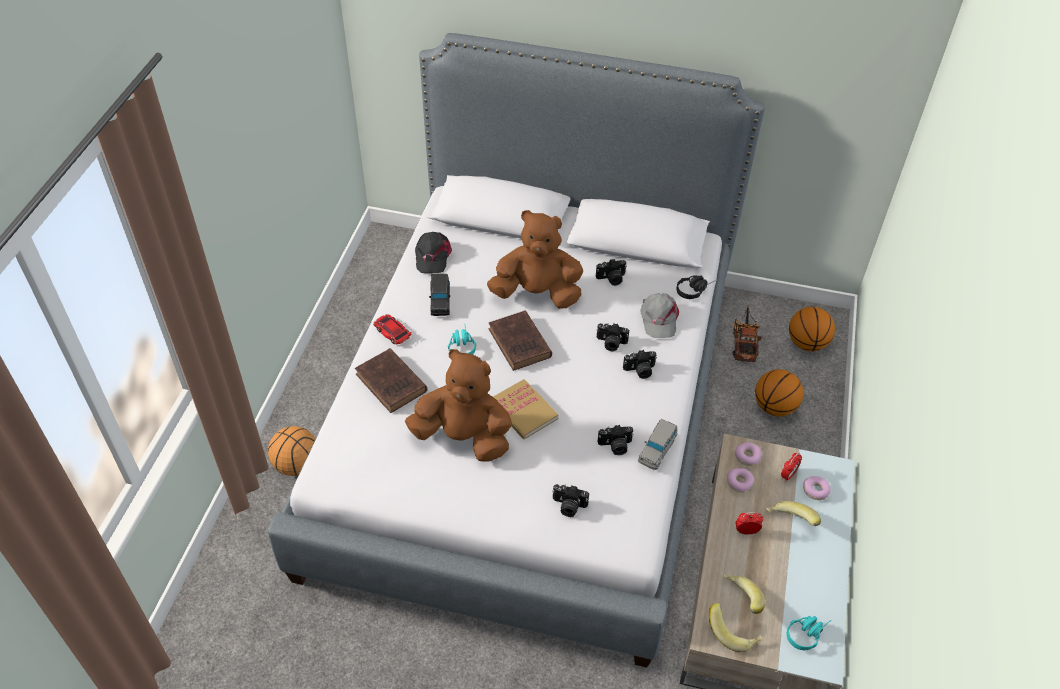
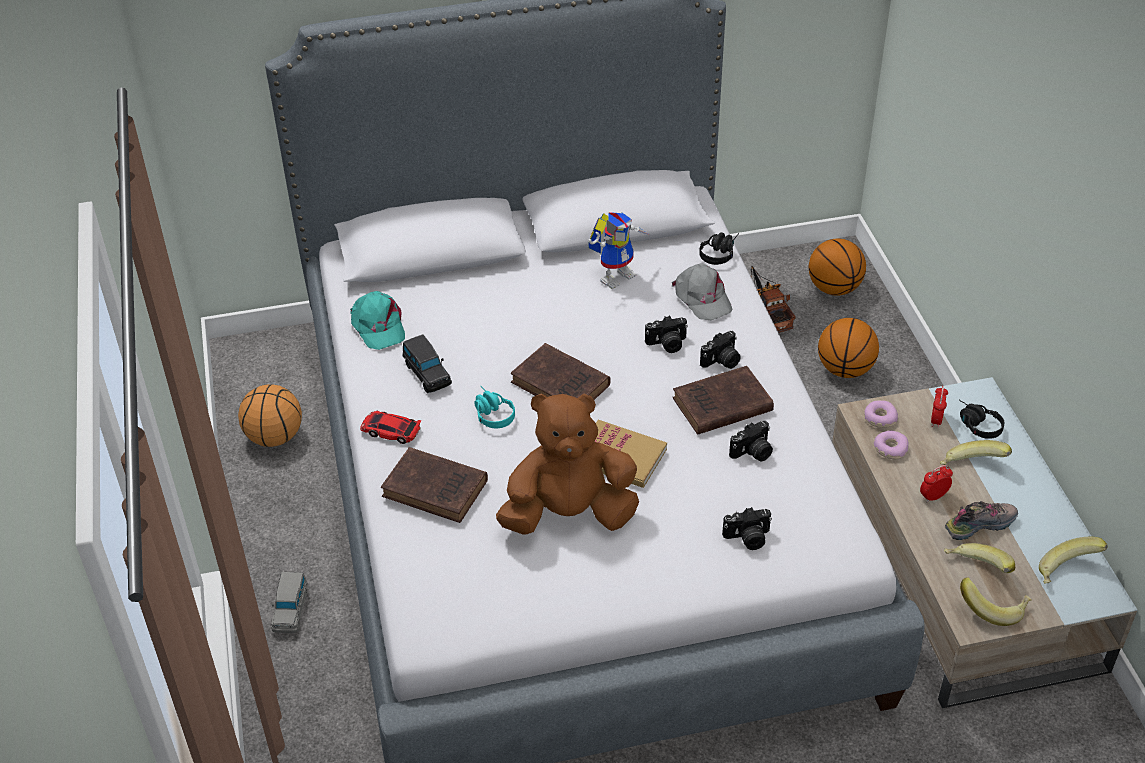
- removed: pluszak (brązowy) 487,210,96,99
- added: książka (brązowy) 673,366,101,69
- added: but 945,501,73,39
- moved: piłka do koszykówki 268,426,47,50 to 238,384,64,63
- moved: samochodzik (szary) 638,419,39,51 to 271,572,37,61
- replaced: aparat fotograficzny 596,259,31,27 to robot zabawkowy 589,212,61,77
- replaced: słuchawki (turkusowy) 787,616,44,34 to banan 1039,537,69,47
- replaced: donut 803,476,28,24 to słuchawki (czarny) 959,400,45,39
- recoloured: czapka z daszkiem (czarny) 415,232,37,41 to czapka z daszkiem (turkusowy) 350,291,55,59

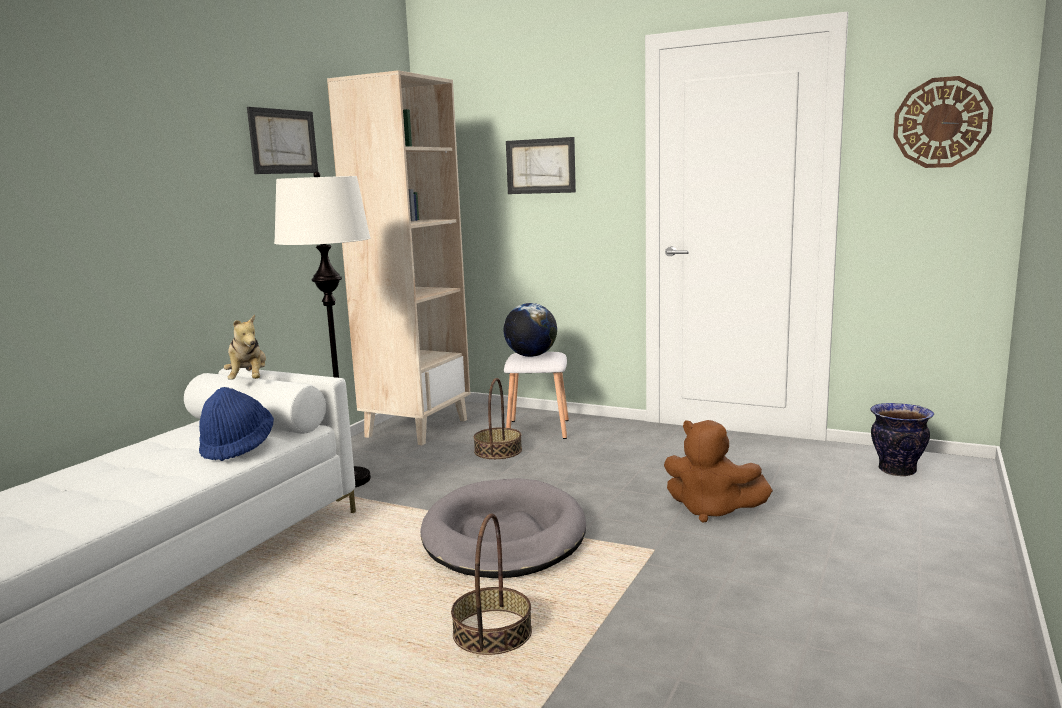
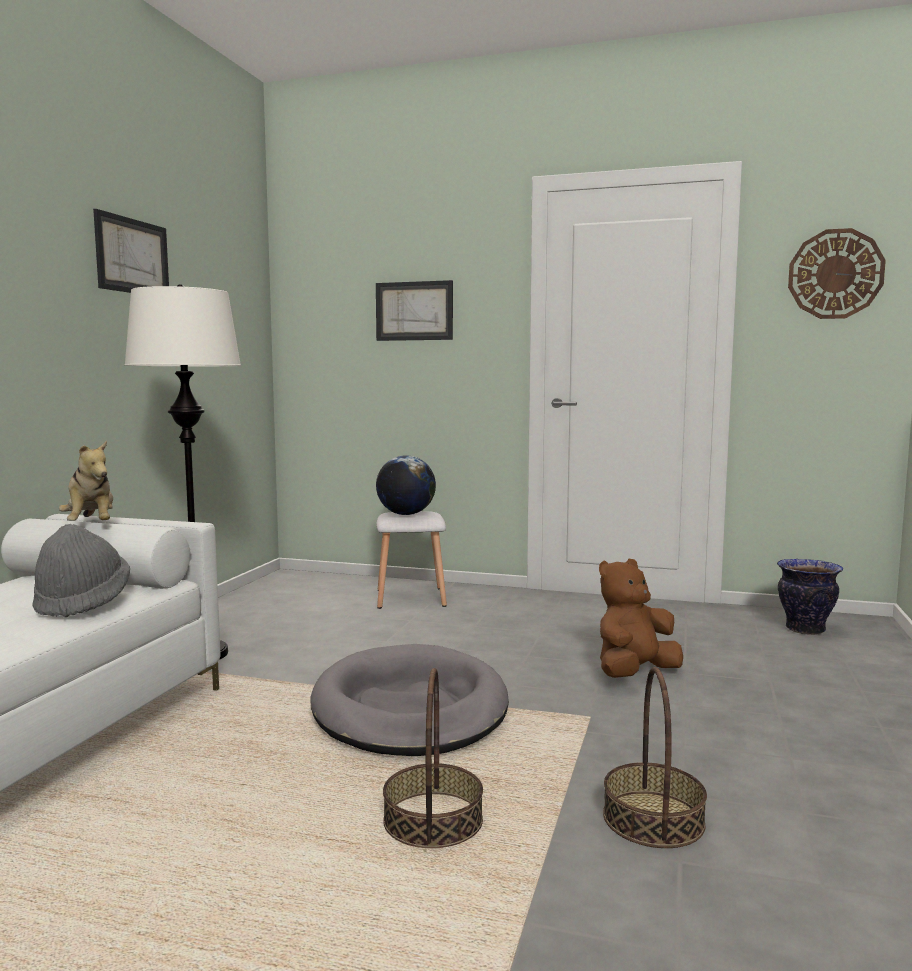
- removed: regał (beżowy) 327,70,143,375
- moved: koszyk 474,378,48,81 to 603,667,104,181
- recoloured: kapelusz (niebieski) 199,387,75,74 to kapelusz (szary) 32,524,98,94
- turned: pluszak (brązowy) 664,420,109,103 = 599,559,84,119 120 degrees clockwise

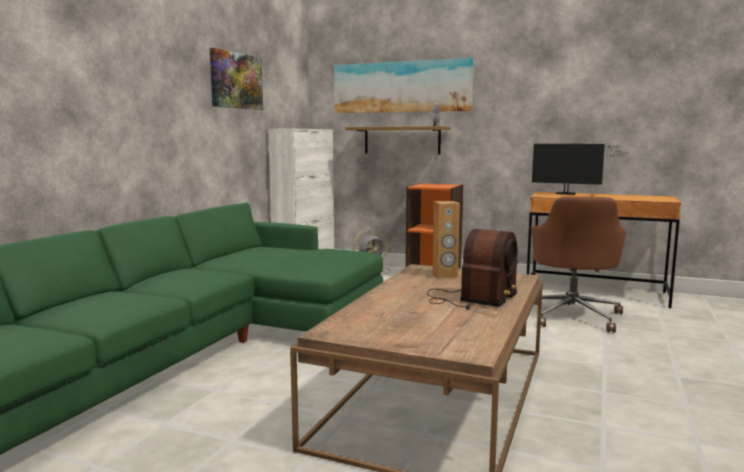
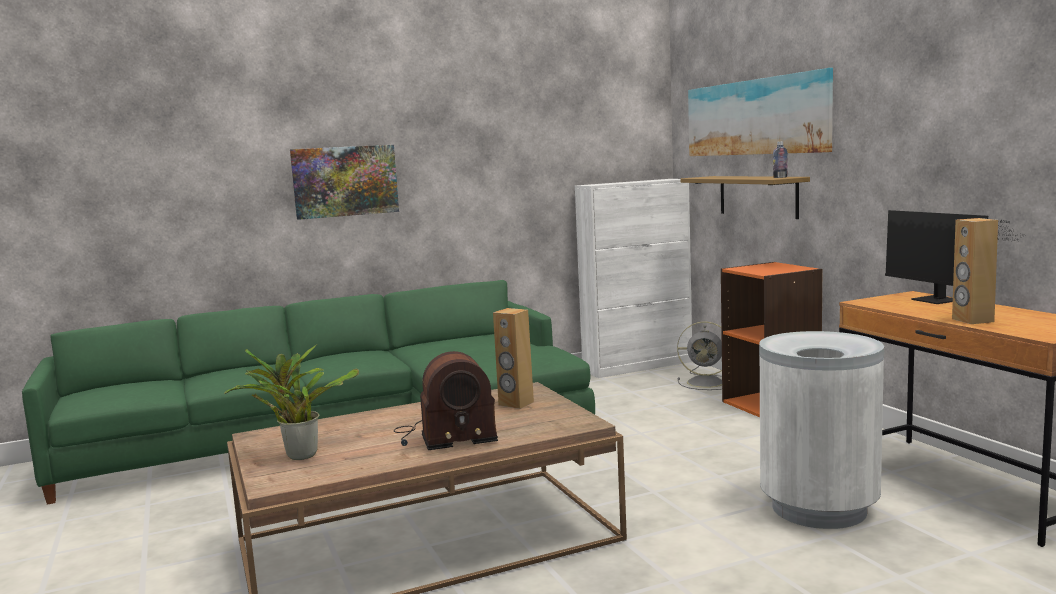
- added: roślina doniczkowa 224,345,135,115
- added: głośnik (brązowy) 952,218,46,106
- moved: obraz 210,48,53,62 to 290,145,109,75
- replaced: krzesło biurowe (brązowy) 530,196,96,137 to kosz na śmieci (biały) 759,331,125,198

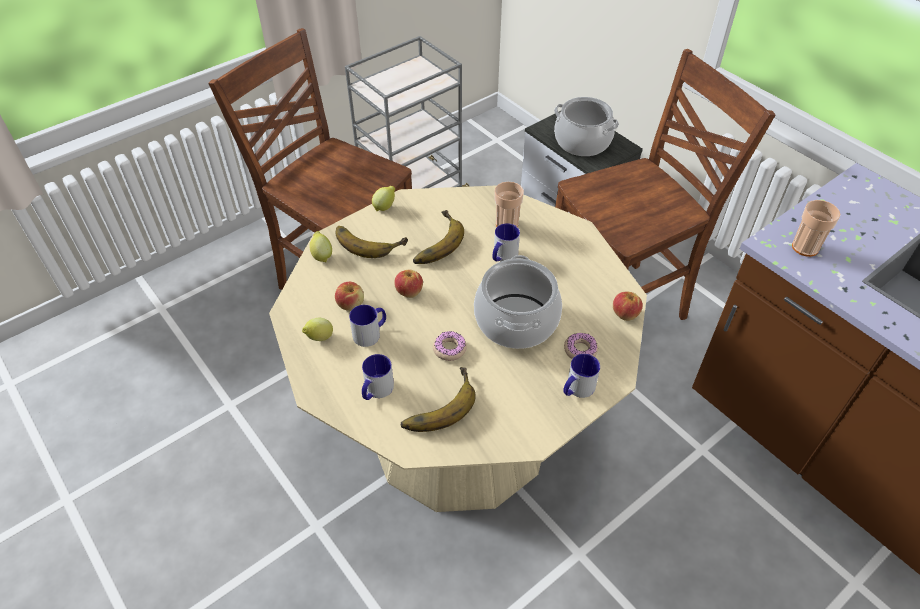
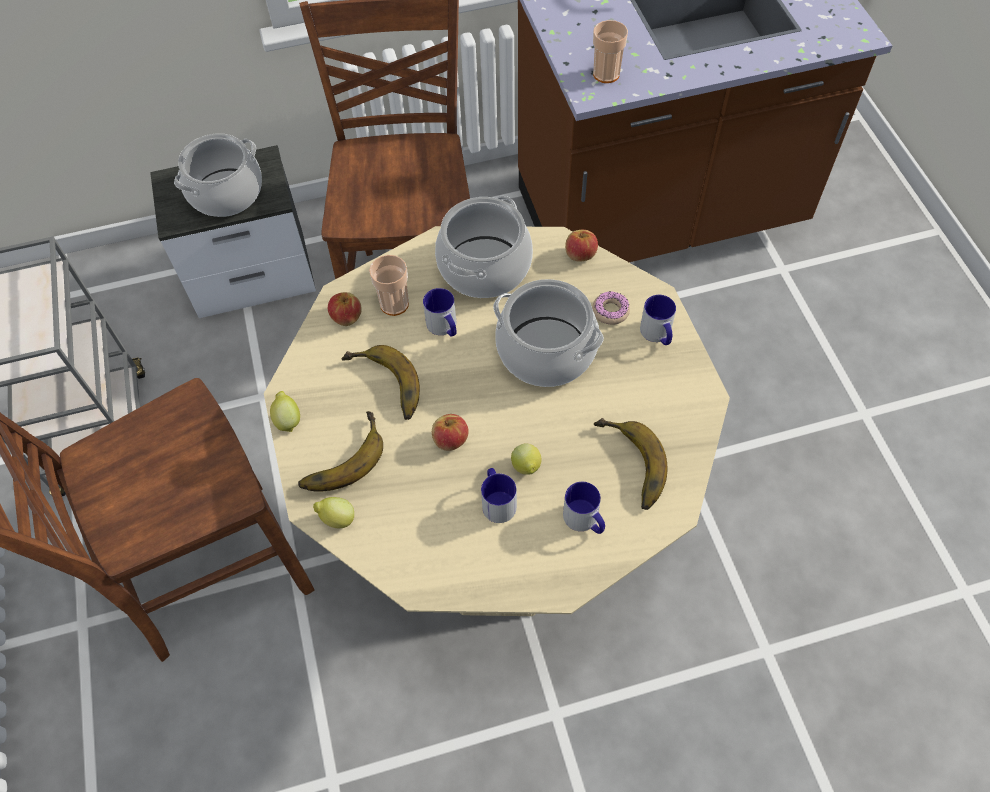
- removed: donut 433,331,34,30
- added: garnek 435,196,98,102
- moved: cytryna 302,318,31,23 to 511,443,31,32
- moved: jabłko 335,282,29,29 to 328,292,34,34

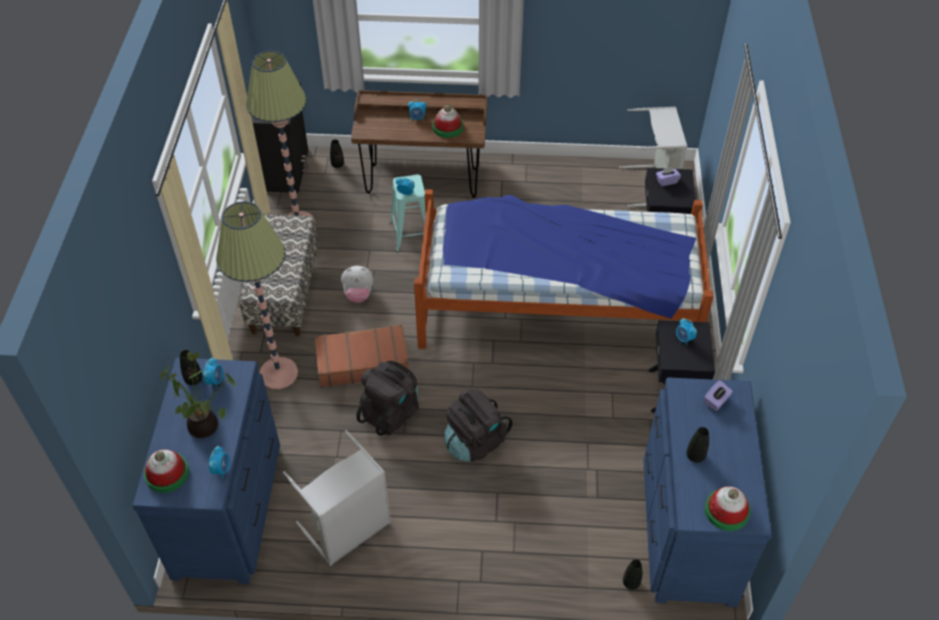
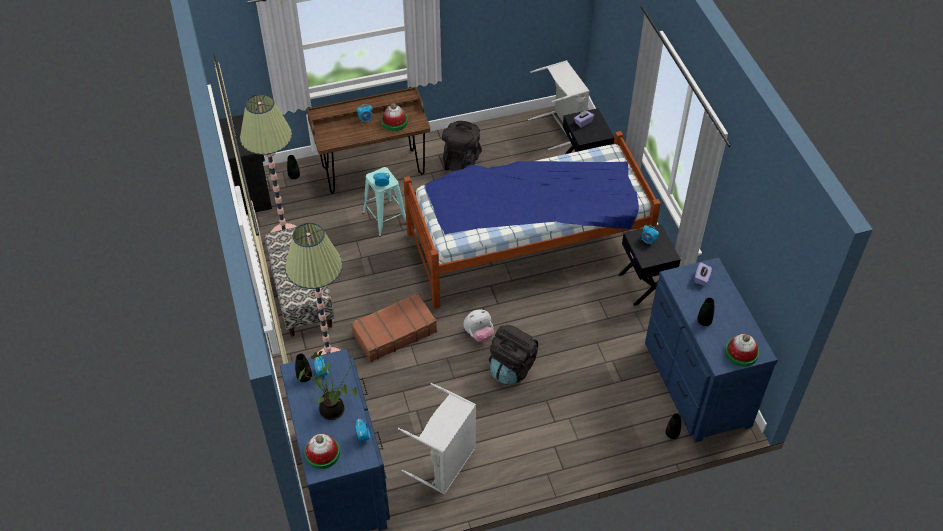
- moved: pluszak 341,266,33,37 to 463,310,31,32
- moved: plecak (czarny) 357,361,62,75 to 442,121,40,50

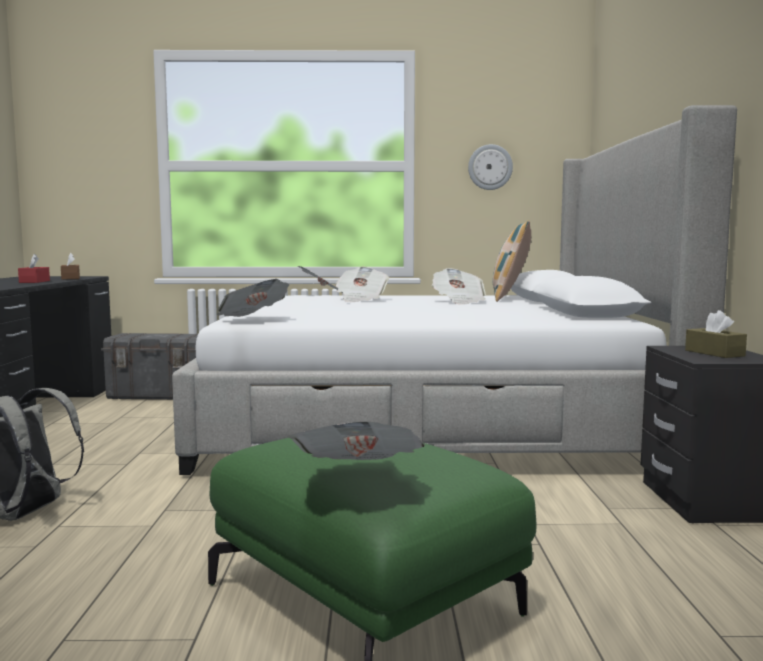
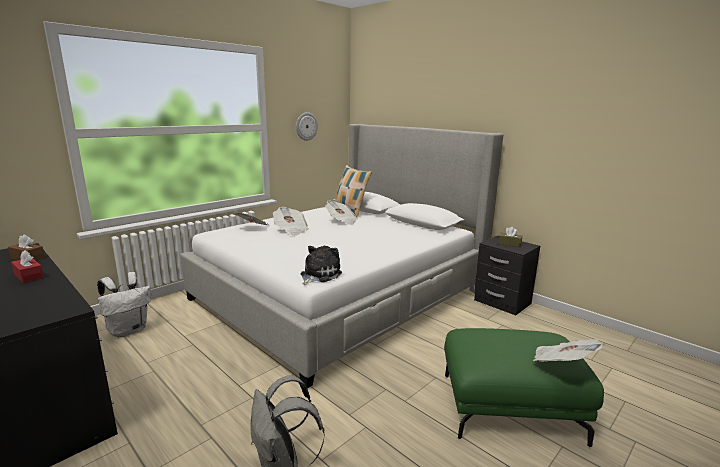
- replaced: pojemnik do przechowywania (szary) 101,333,97,67 to plecak (biały) 97,272,54,65
- replaced: gazeta 216,279,73,38 to pluszak 301,246,41,39

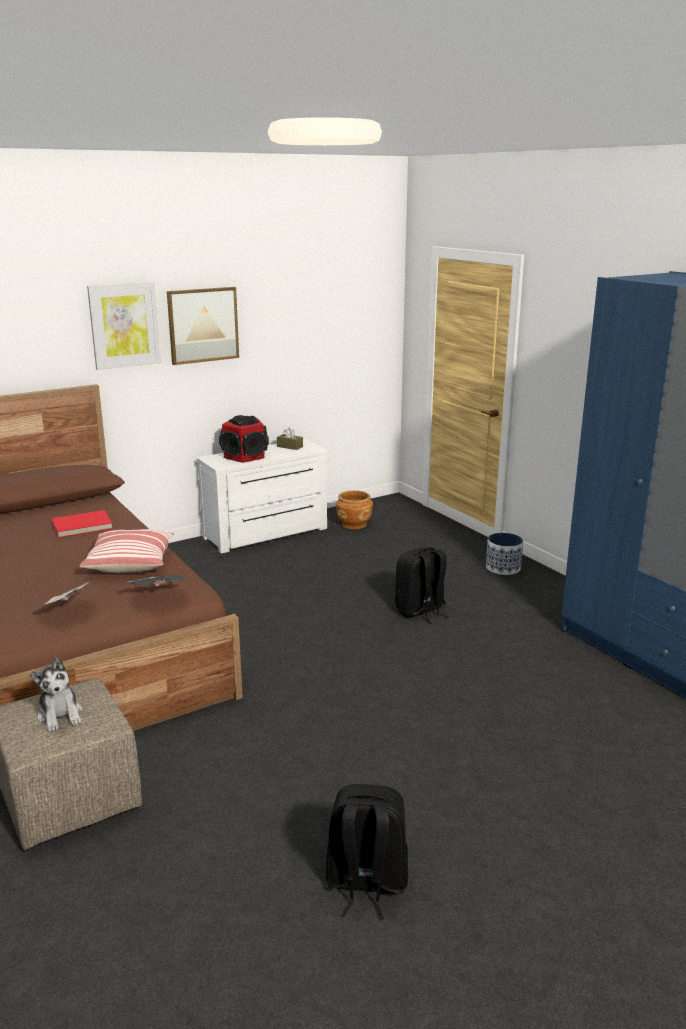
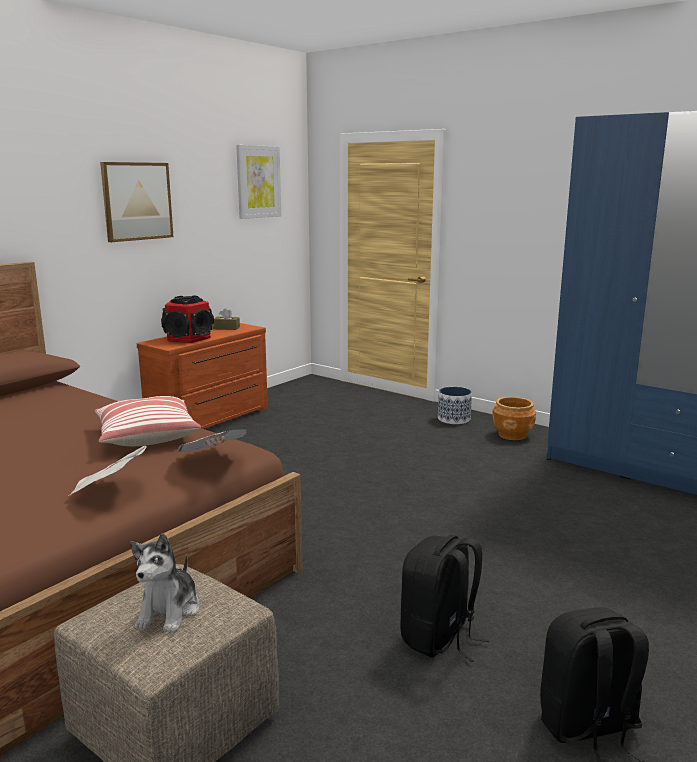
- removed: książka (czerwony) 52,510,61,28
- moved: obraz 87,282,74,88 to 236,145,45,74
- moved: donica (brązowy) 336,490,37,39 to 492,397,44,43
- moved: plecak (czarny) 395,547,54,77 to 401,535,88,127
- recoloured: komoda (biały) 197,439,130,114 to komoda (brązowy) 137,323,131,106
- turned: pluszak 30,657,52,75 = 130,533,69,100 60 degrees clockwise

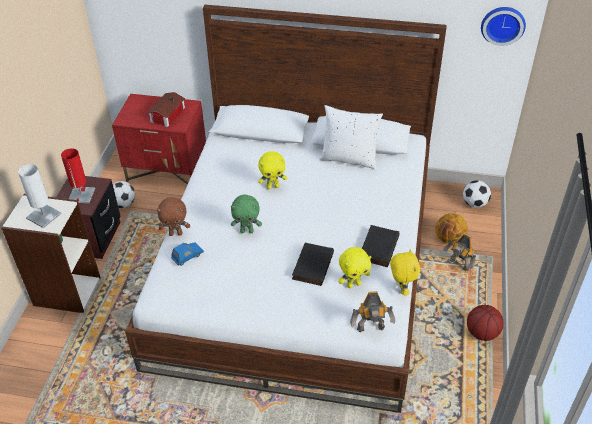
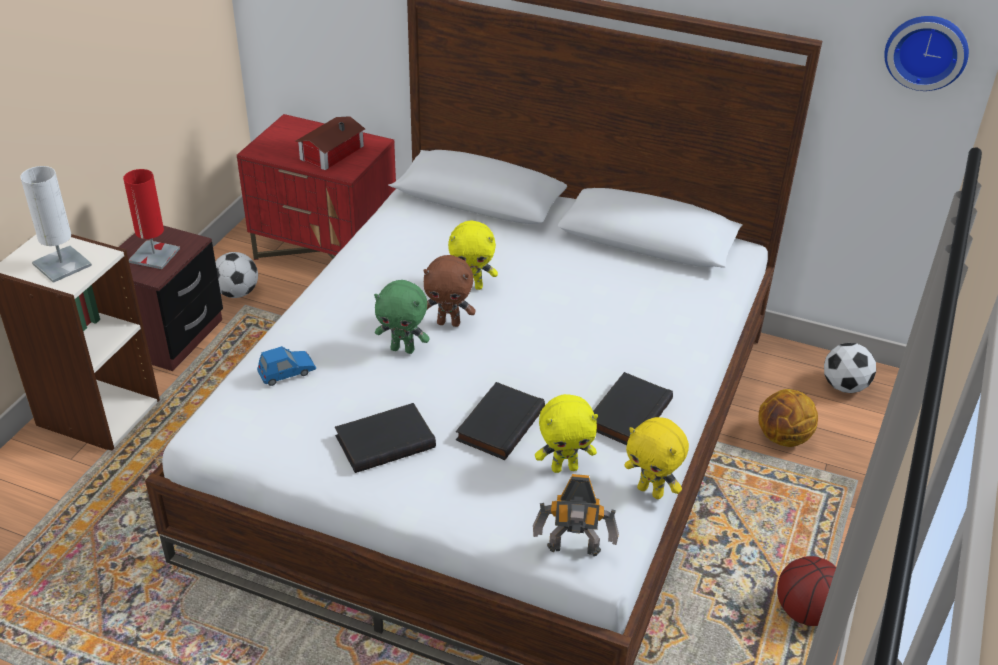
- removed: poduszka (biały) 319,105,64,64
- removed: robot zabawkowy 443,233,33,38
- added: książka (czarny) 335,403,101,70
- moved: pluszak (brązowy) 157,197,33,39 to 423,255,53,72
- turned: pluszak (żółty) 390,249,30,47 = 624,417,65,82 120 degrees clockwise

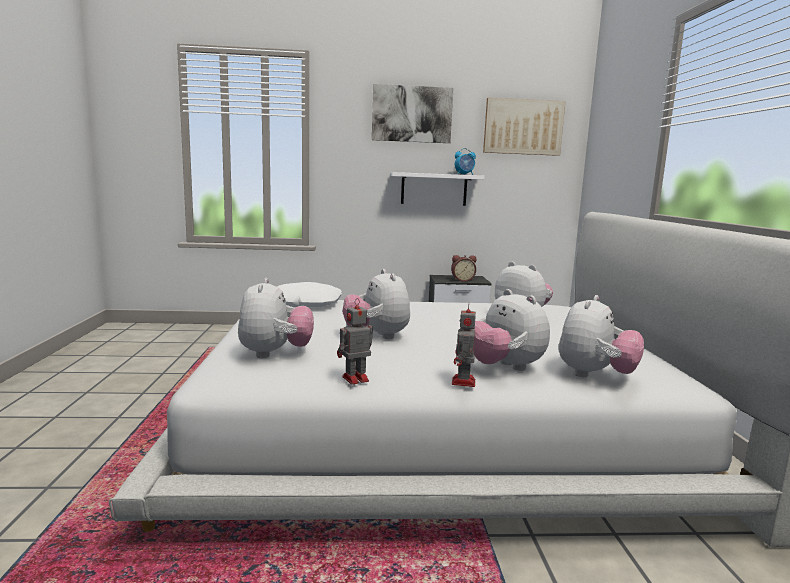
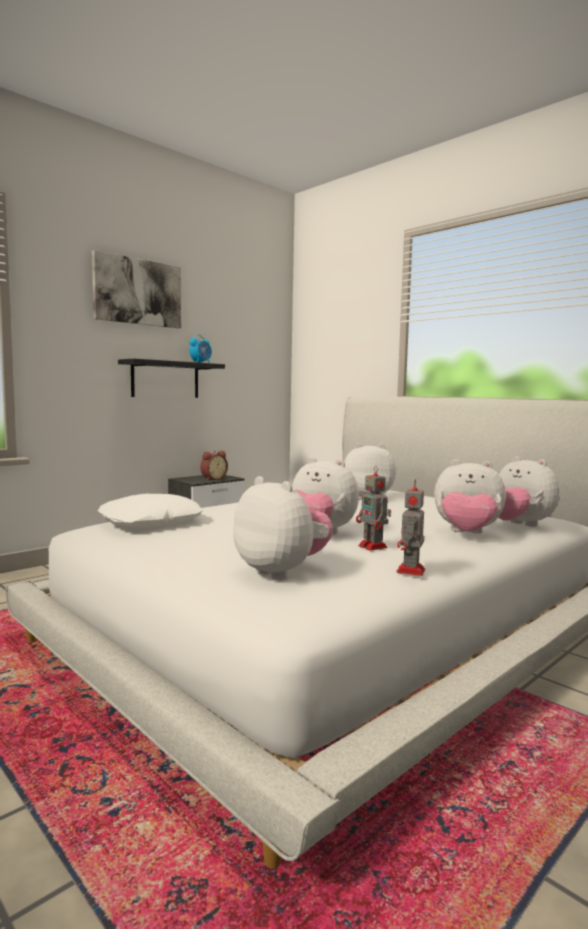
- removed: obraz 483,98,82,58
- moved: robot zabawkowy 452,306,24,81 to 356,466,35,85
- recoloured: półka (biały) 391,172,94,34 to półka (czarny) 118,359,107,39
- turned: pluszak 559,295,85,82 = 498,456,62,71 150 degrees clockwise

